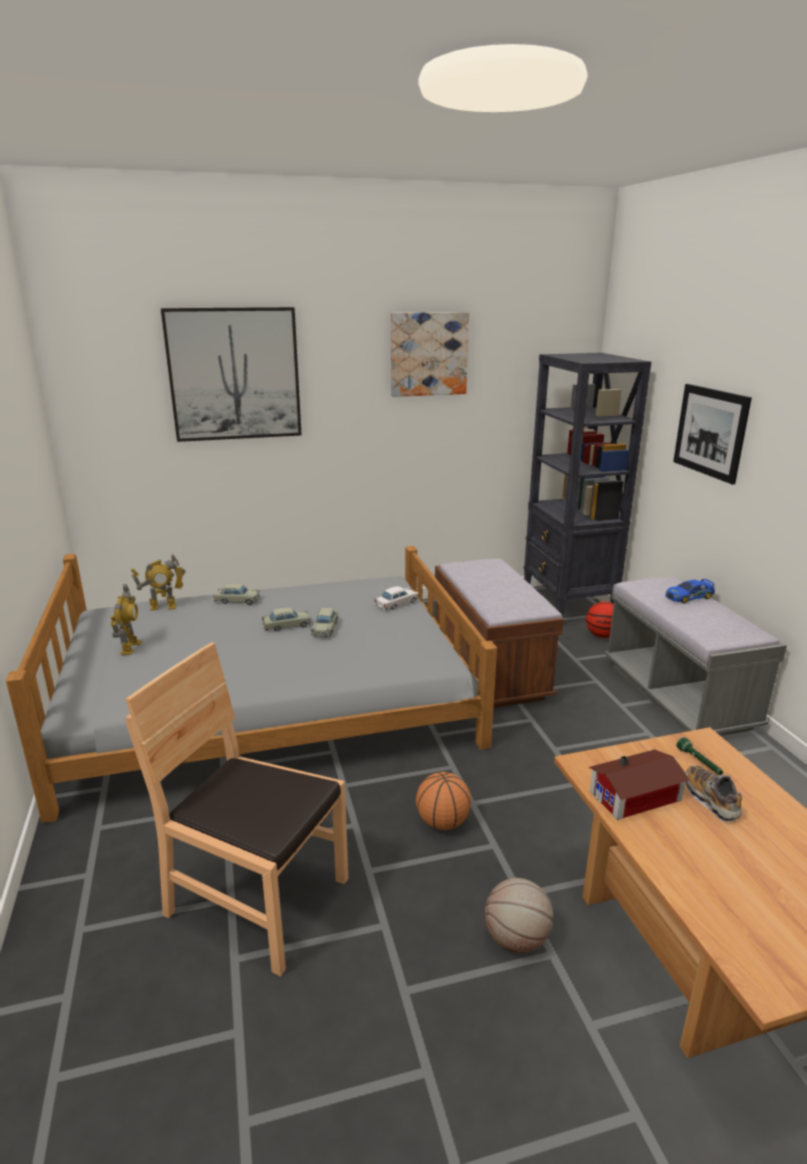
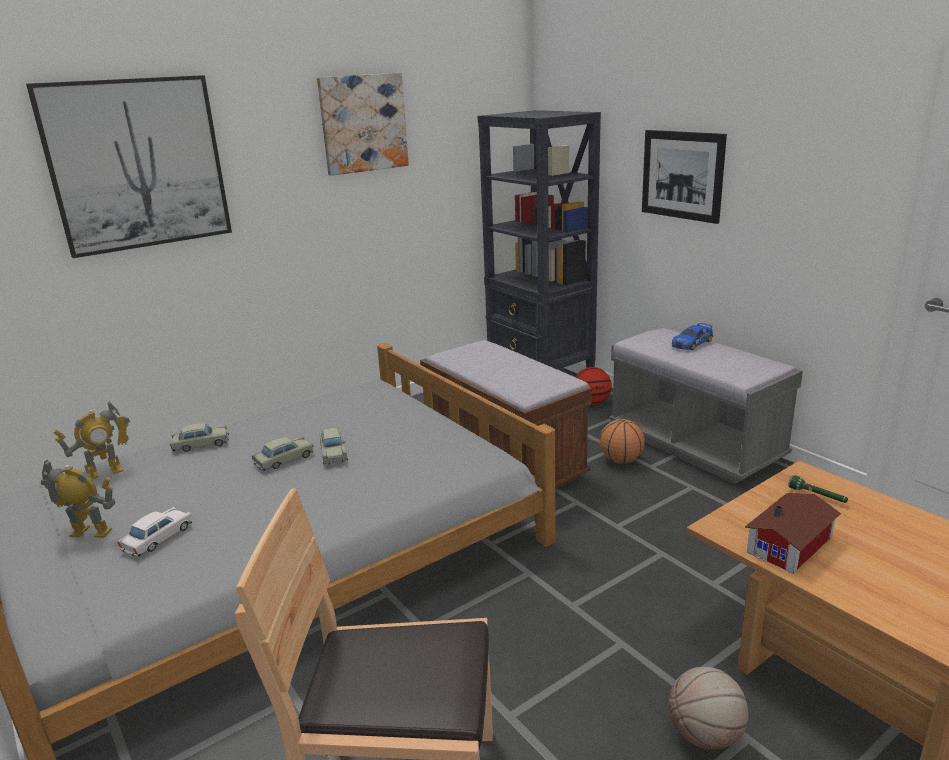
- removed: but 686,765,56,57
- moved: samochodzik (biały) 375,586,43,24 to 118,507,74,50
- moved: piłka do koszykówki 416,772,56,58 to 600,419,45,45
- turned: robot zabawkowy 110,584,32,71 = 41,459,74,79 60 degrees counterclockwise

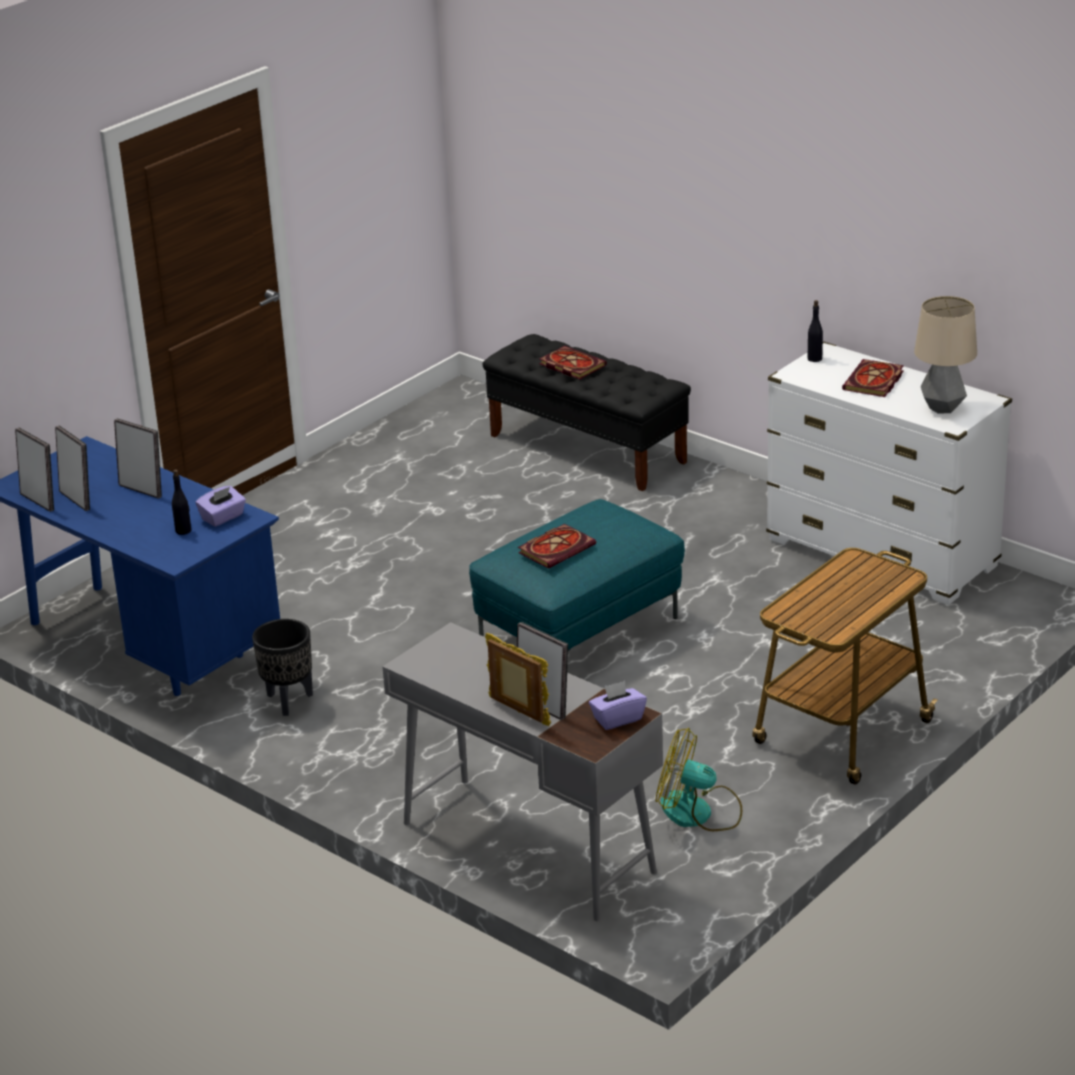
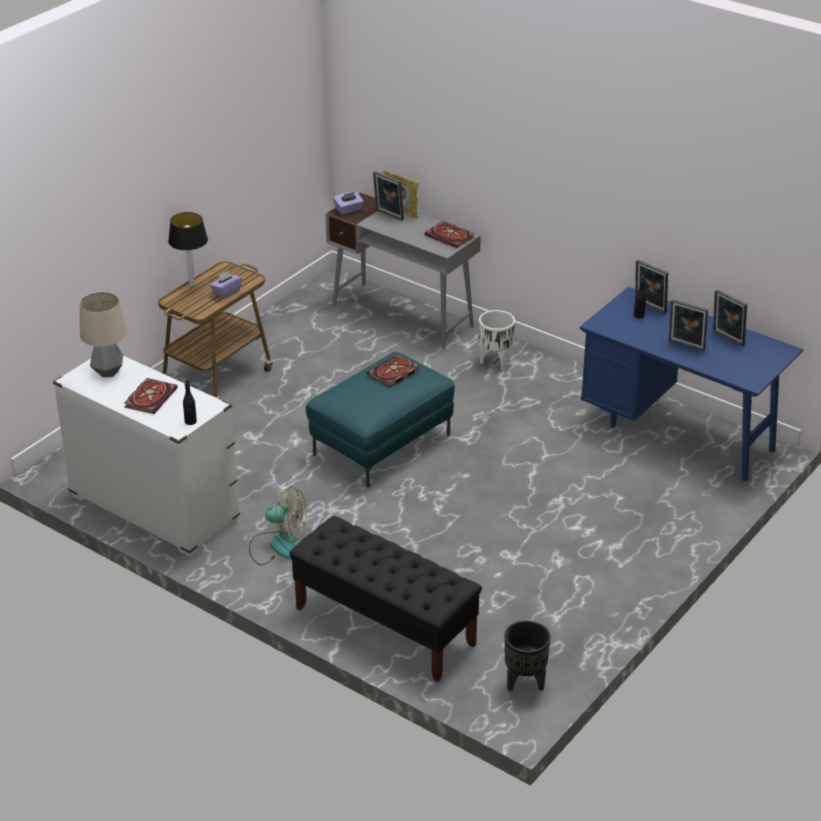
- added: lampa stołowa 168,212,40,75
- added: donica (biały) 479,310,36,60
- moved: ramka na zdjęcie 15,428,39,84 to 635,260,33,54
- moved: pudełko chusteczek (fioletowy) 195,486,51,41 to 210,270,32,29
- moved: donica (czarny) 252,619,61,97 to 504,620,47,72
- moved: książka 539,346,68,33 to 425,221,49,27
- moved: wentylator 656,728,86,103 to 249,486,57,79

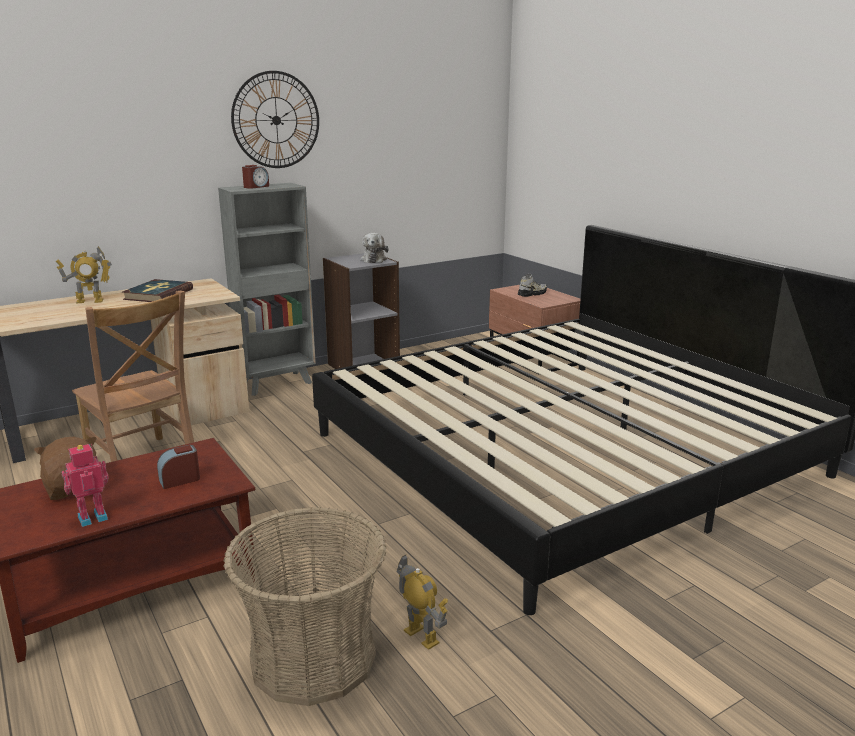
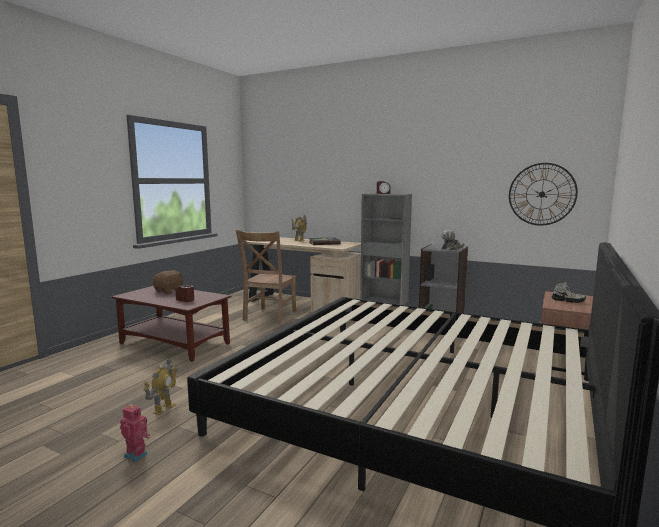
- removed: koszyk 224,507,162,199
- moved: robot zabawkowy 61,444,48,83 to 120,404,30,58
- moved: zegar ścienny 231,71,88,97 to 509,163,69,63

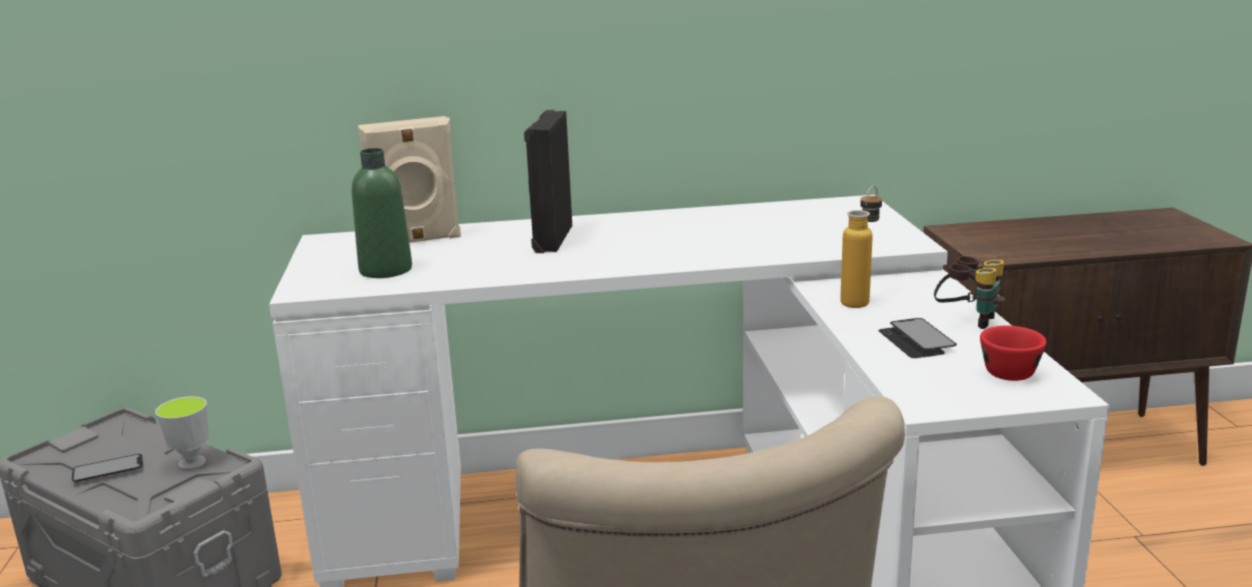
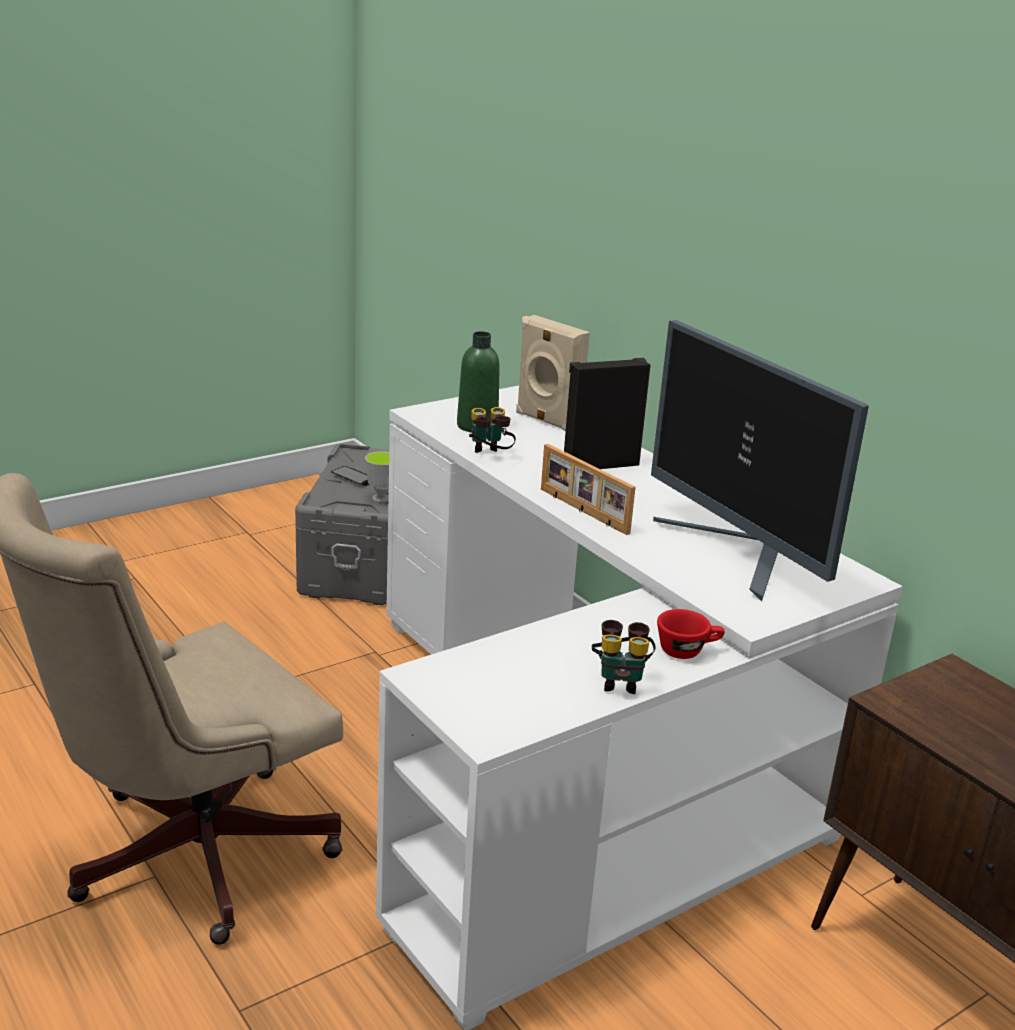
- removed: butelka 840,186,42,122
- removed: telefon 878,318,79,40
- added: lornetka 469,407,47,46
- added: ramka na zdjęcie 541,444,95,91
- added: monitor 651,320,218,281
- moved: filiżanka (czerwony) 980,326,67,55 to 657,609,68,50

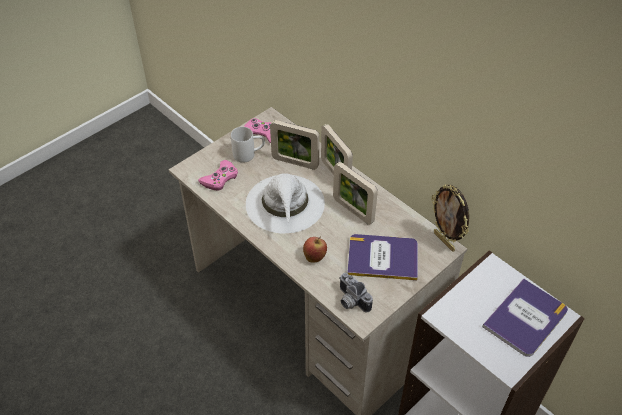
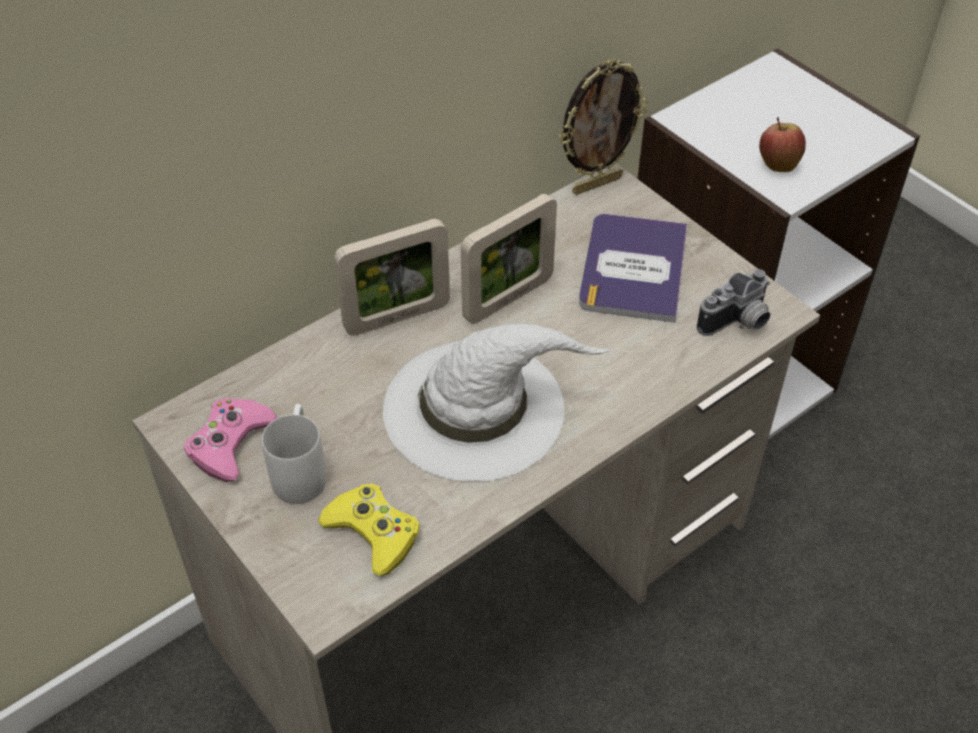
- removed: ramka na zdjęcie 270,120,49,50
- removed: książka 482,279,86,78
- moved: jabłko 303,237,24,26 to 759,117,47,55
- recoloured: pad do gier (różowy) 198,160,40,31 to pad do gier (żółty) 318,484,102,92

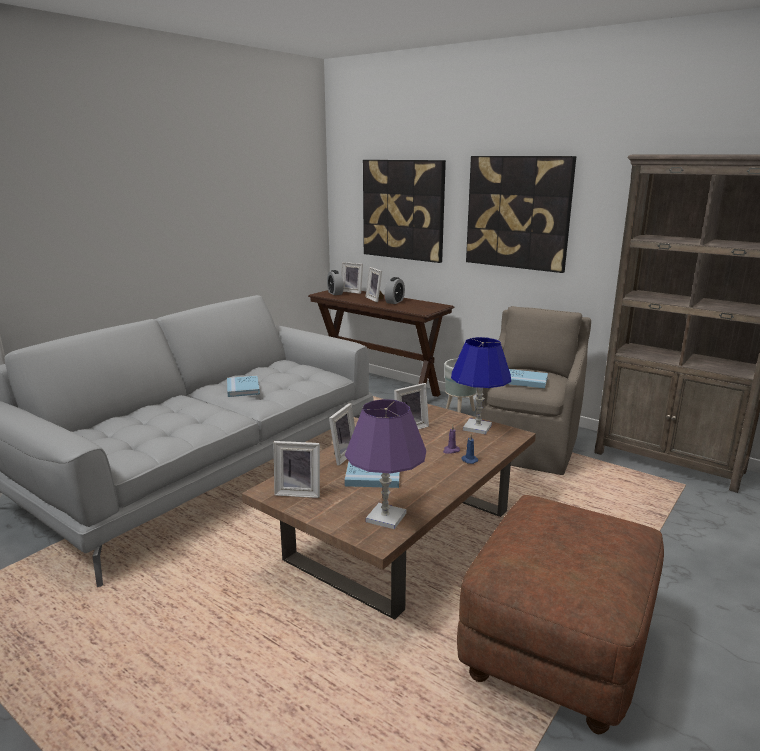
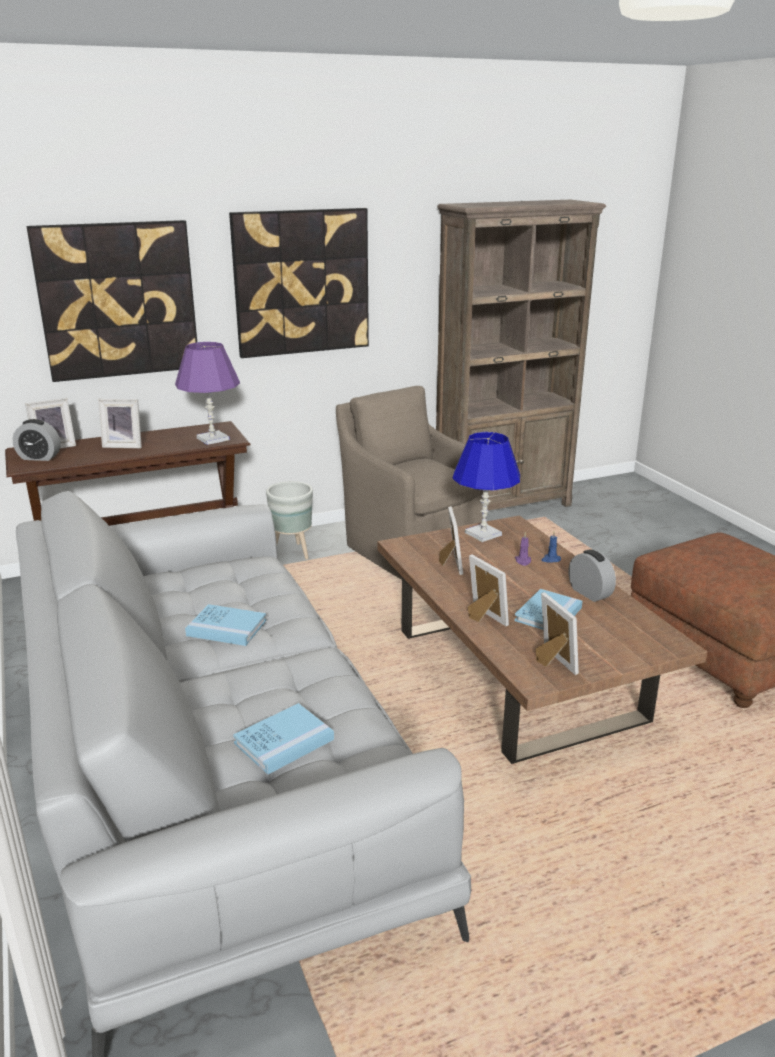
- moved: lampa stołowa (fioletowy) 345,399,81,130 to 175,342,65,103
- moved: budzik 384,277,21,27 to 568,549,48,53
- moved: książka (niebieski) 508,369,40,19 to 233,703,101,71
- turned: ramka na zdjęcie 273,441,47,57 = 536,592,43,83 60 degrees counterclockwise

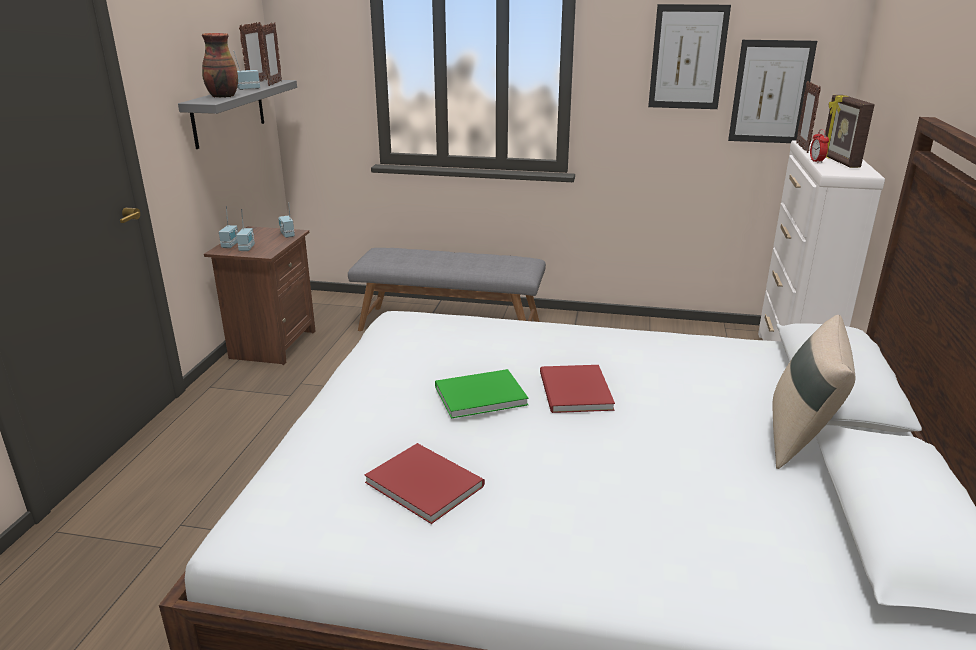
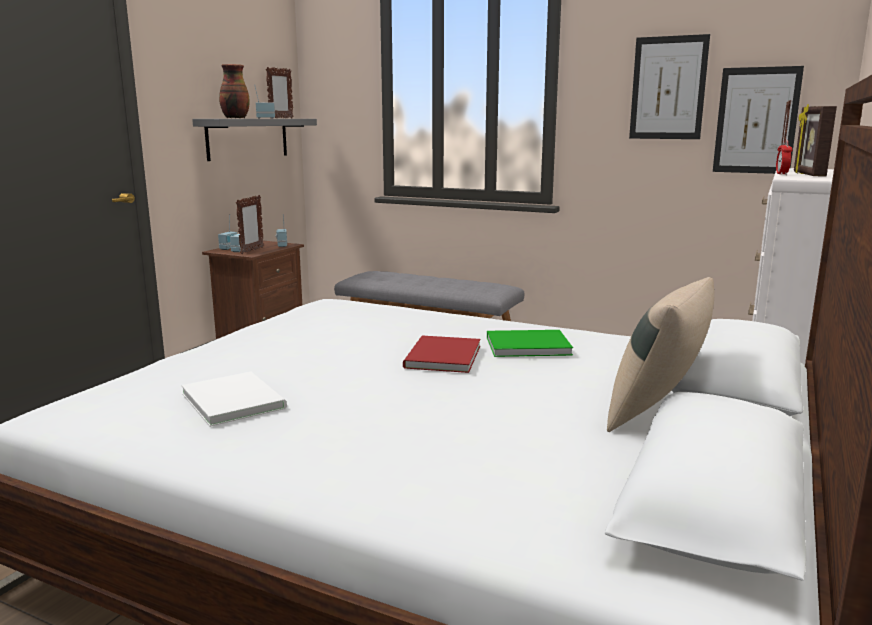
- moved: ramka na zdjęcie 261,22,21,64 to 236,195,28,59
- moved: książka (zielony) 435,369,94,50 to 487,330,86,27
- recoloured: książka (czerwony) 364,443,121,81 to książka (biały) 181,372,106,55

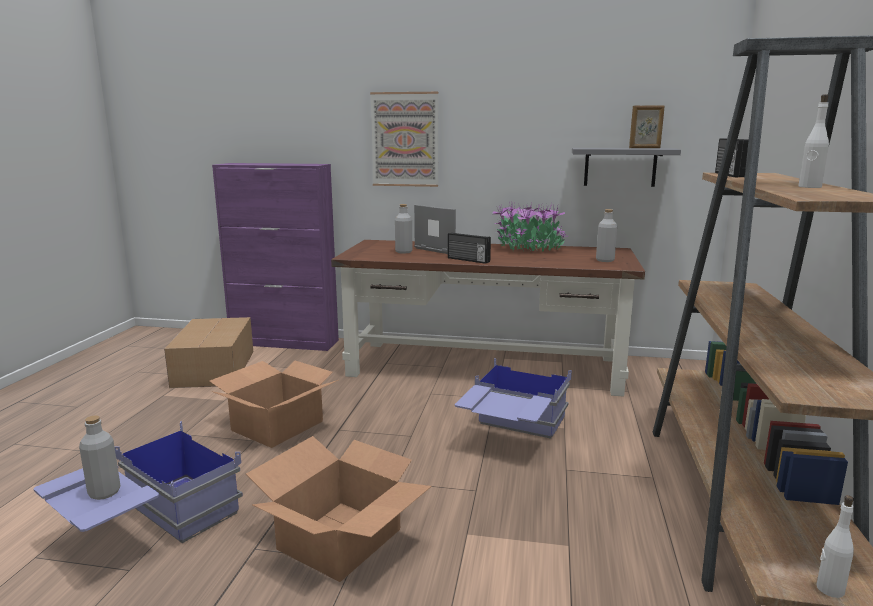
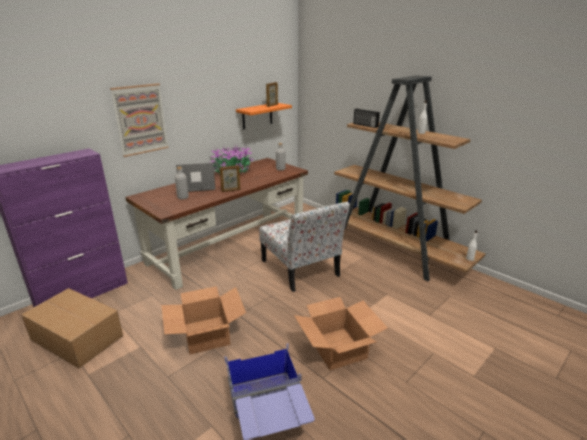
- removed: butelka (szary) 79,415,41,85
- replaced: radio 448,233,43,31 to ramka na zdjęcie 220,165,20,27
- replaced: pojemnik do przechowywania (niebieski) 455,358,117,81 to krzesło 259,202,91,90
- recoloured: półka (szary) 572,148,109,39 to półka (pomarańczowy) 236,103,56,27

